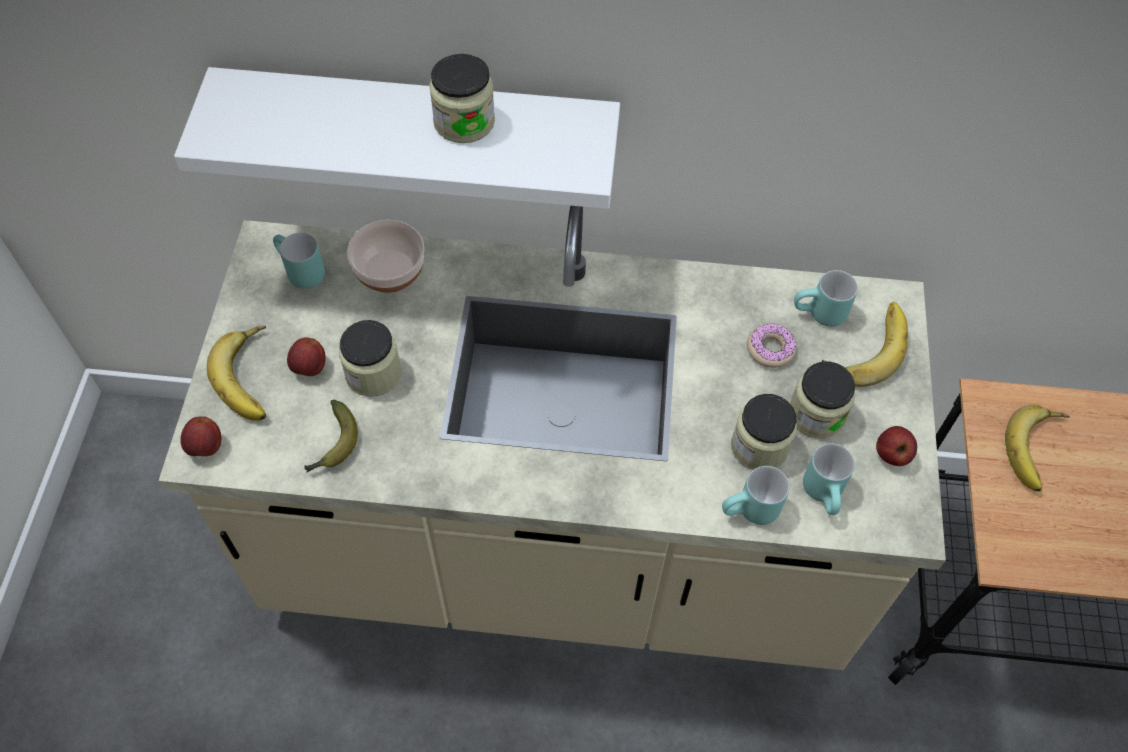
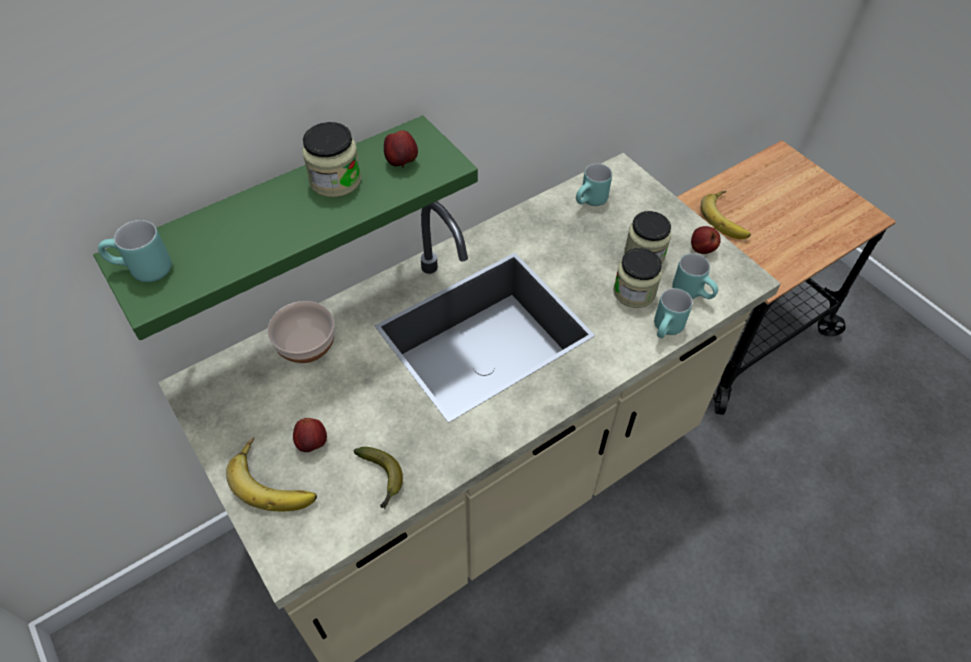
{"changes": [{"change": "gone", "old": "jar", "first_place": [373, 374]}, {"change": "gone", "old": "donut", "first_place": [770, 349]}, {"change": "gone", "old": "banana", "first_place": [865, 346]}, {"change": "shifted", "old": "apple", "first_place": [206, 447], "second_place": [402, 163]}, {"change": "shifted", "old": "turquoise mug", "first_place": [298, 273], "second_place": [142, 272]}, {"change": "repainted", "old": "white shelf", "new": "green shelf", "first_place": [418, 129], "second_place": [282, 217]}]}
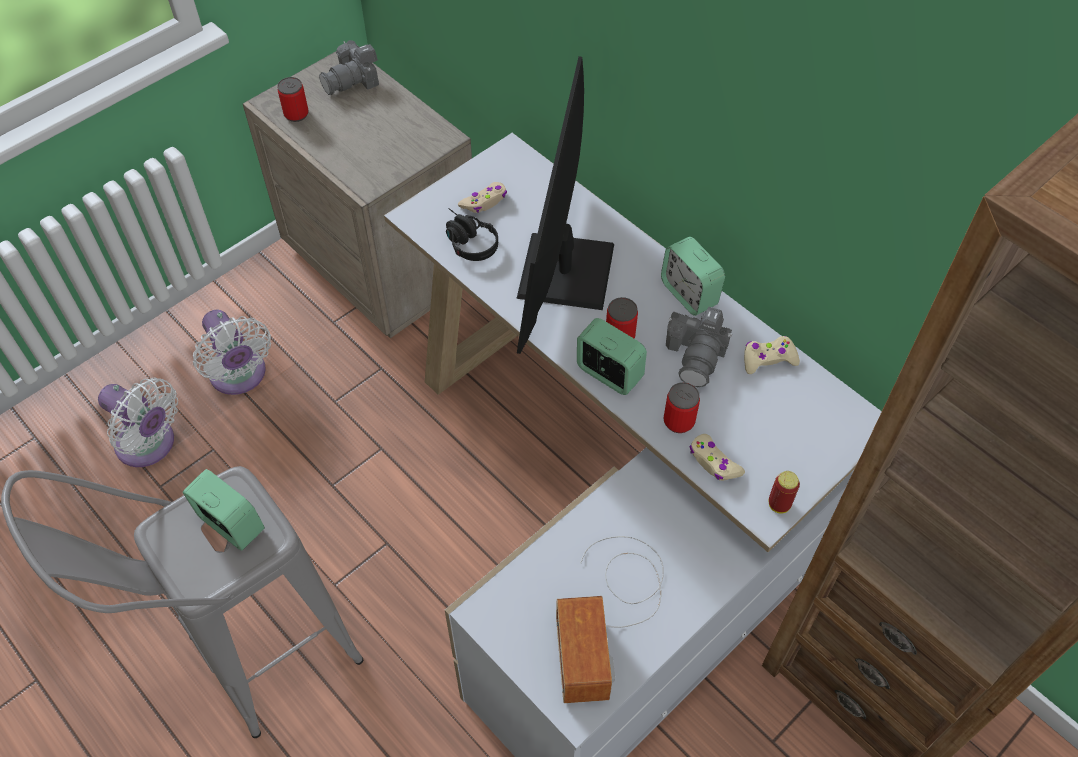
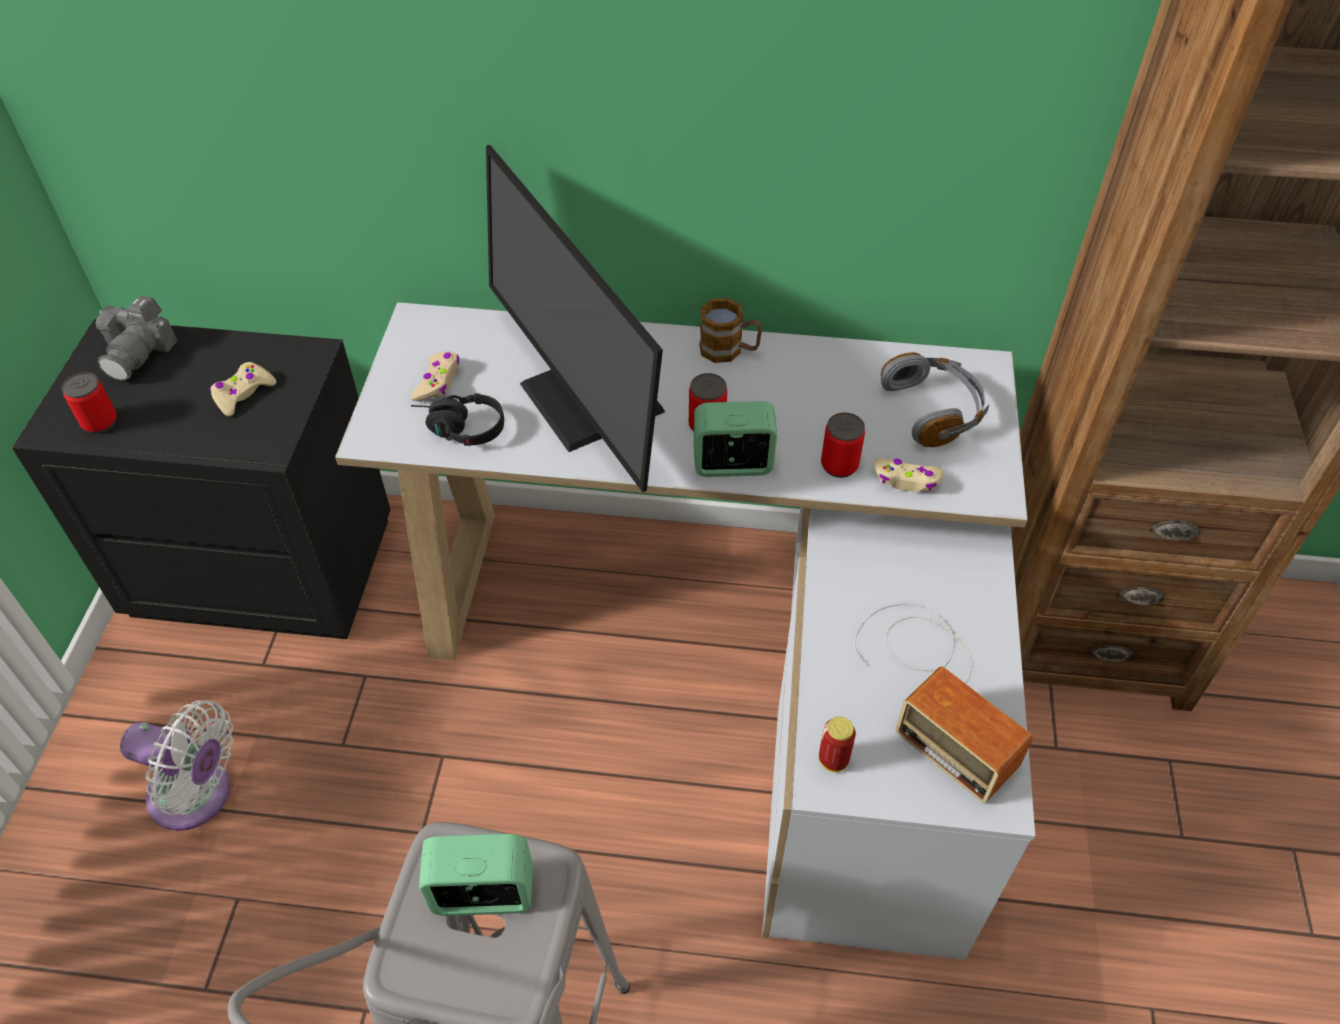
{"changes": [{"change": "gone", "old": "white fan", "first_place": [150, 445]}, {"change": "gone", "old": "photo camera", "first_place": [696, 355]}, {"change": "new", "new": "grey headphones", "second_place": [934, 410]}, {"change": "shifted", "old": "beige game controller", "first_place": [768, 359], "second_place": [243, 394]}, {"change": "shifted", "old": "can", "first_place": [779, 504], "second_place": [833, 760]}, {"change": "swapped", "old": "alarm clock", "new": "mug", "first_place": [689, 294], "second_place": [729, 350]}, {"change": "repainted", "old": "beige nightstand", "new": "black nightstand", "first_place": [383, 260], "second_place": [264, 566]}]}
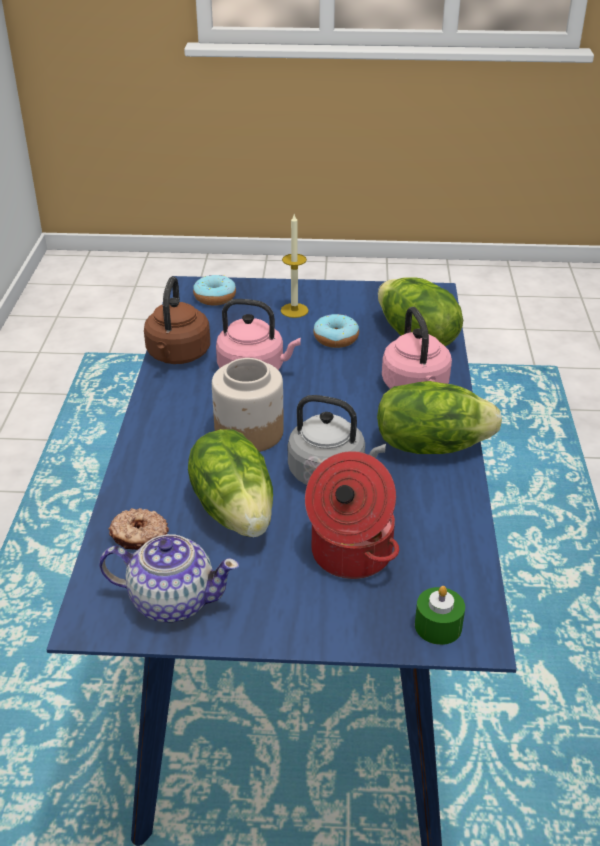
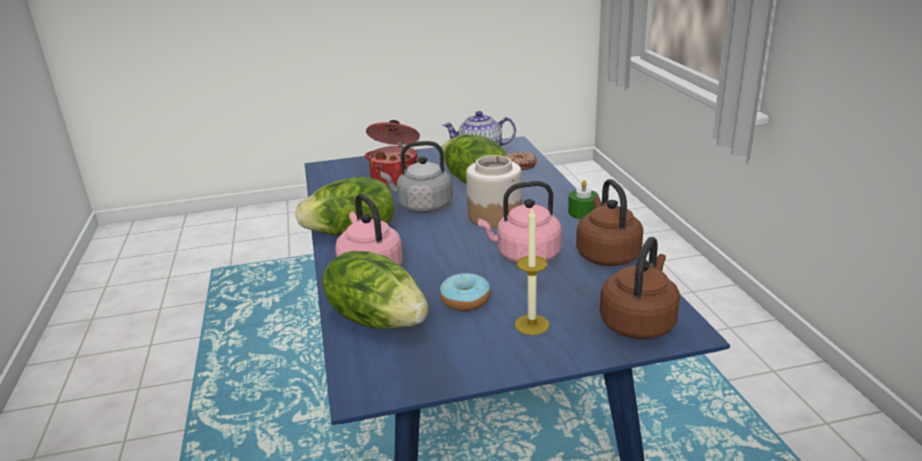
{"changes": [{"change": "shifted", "old": "green candle", "first_place": [438, 626], "second_place": [582, 212]}, {"change": "swapped", "old": "donut", "new": "brown kettle", "first_place": [215, 297], "second_place": [639, 322]}]}
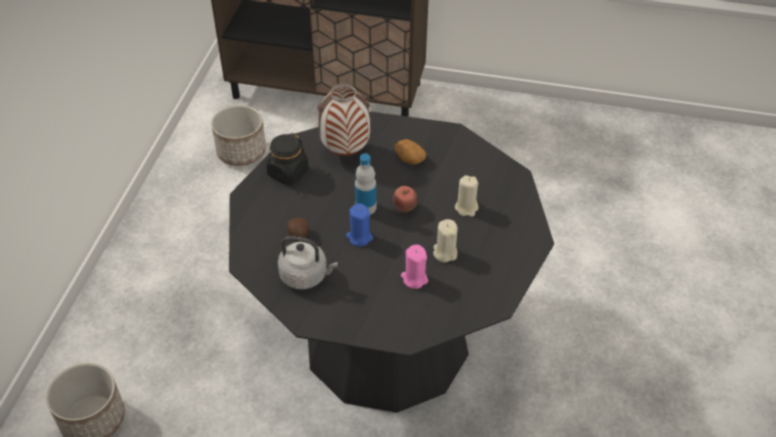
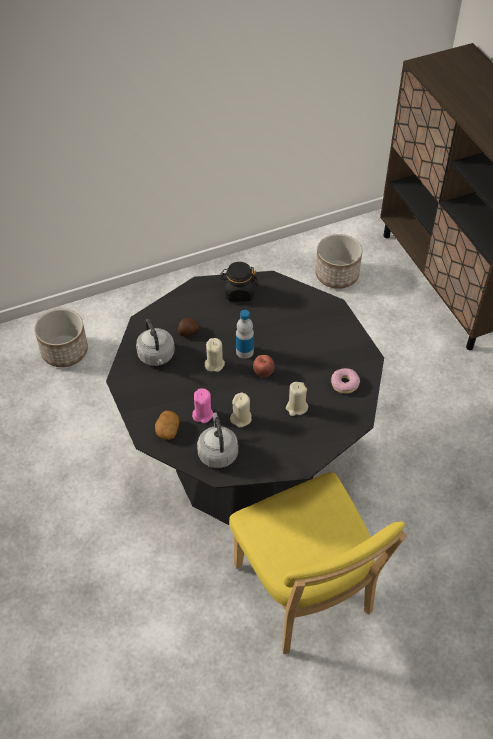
{"changes": [{"change": "gone", "old": "vase", "first_place": [346, 152]}, {"change": "new", "new": "grey kettle", "second_place": [217, 452]}, {"change": "new", "new": "yellow chair", "second_place": [306, 594]}, {"change": "new", "new": "donut", "second_place": [345, 384]}, {"change": "shifted", "old": "potato", "first_place": [409, 158], "second_place": [167, 430]}, {"change": "repainted", "old": "blue candle", "new": "beige candle", "first_place": [359, 237], "second_place": [214, 364]}]}
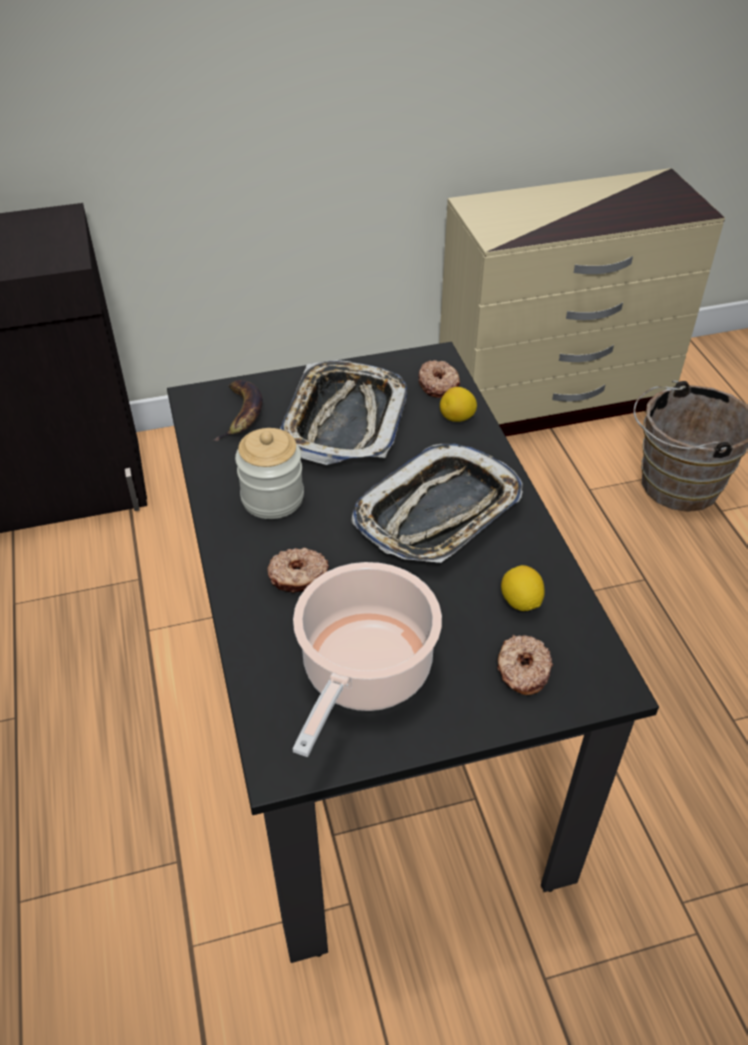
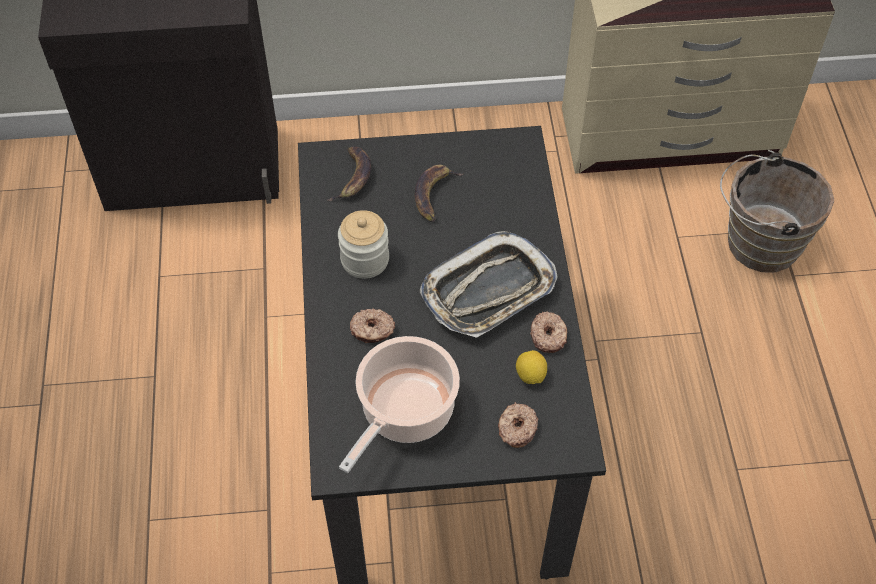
{"changes": [{"change": "gone", "old": "lemon", "first_place": [457, 418]}, {"change": "shifted", "old": "donut", "first_place": [439, 385], "second_place": [548, 336]}, {"change": "swapped", "old": "tray", "new": "banana", "first_place": [344, 420], "second_place": [434, 194]}]}
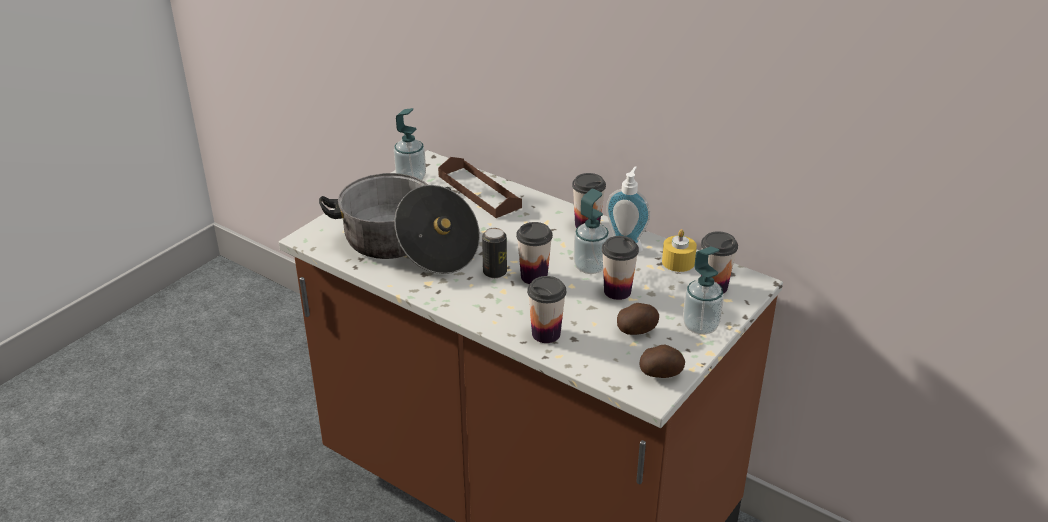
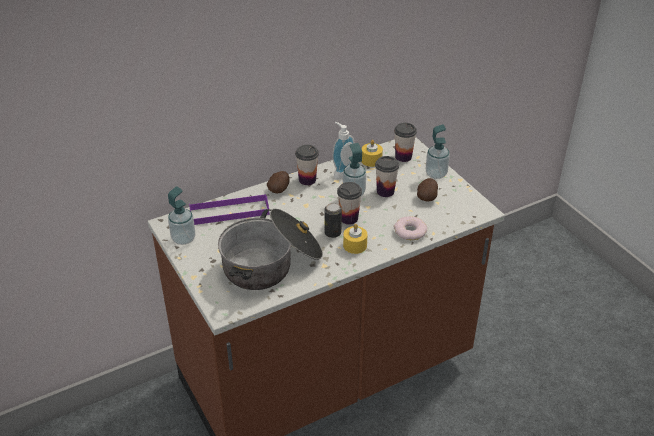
{"changes": [{"change": "new", "new": "yellow candle", "second_place": [355, 245]}, {"change": "shifted", "old": "potato", "first_place": [661, 374], "second_place": [279, 189]}, {"change": "swapped", "old": "cup", "new": "donut", "first_place": [546, 334], "second_place": [410, 231]}, {"change": "repainted", "old": "brown tray", "new": "purple tray", "first_place": [479, 191], "second_place": [229, 212]}]}
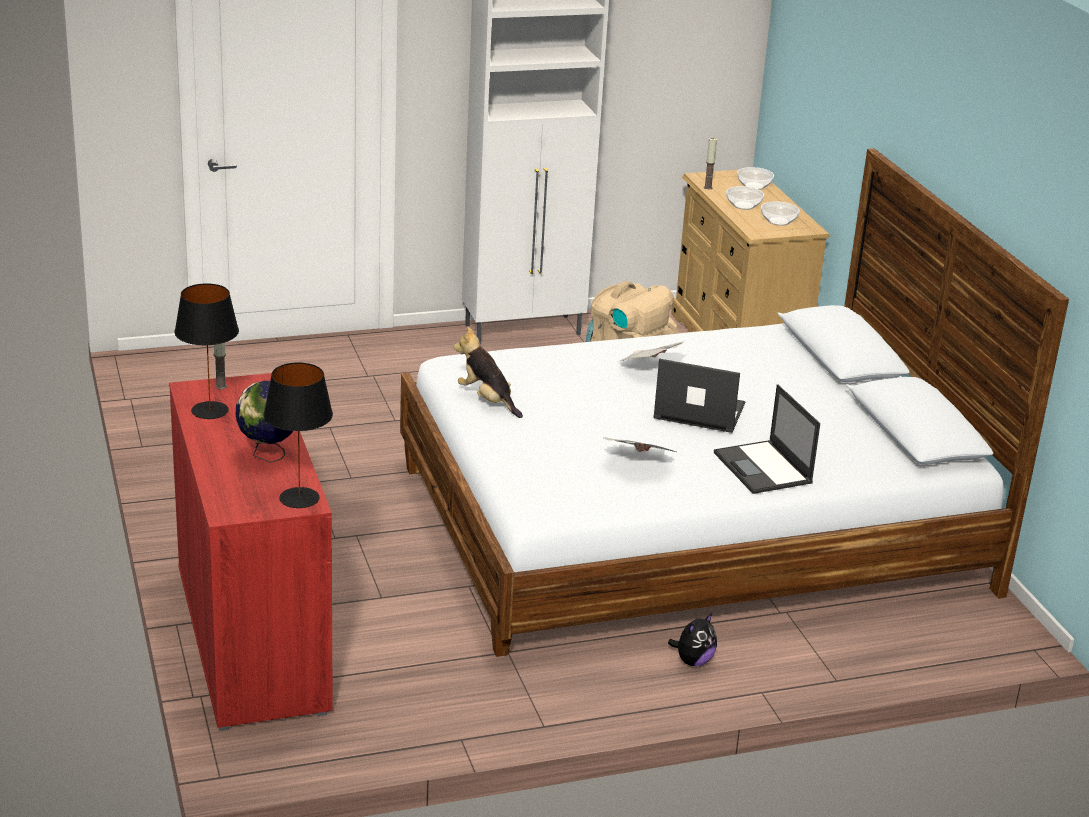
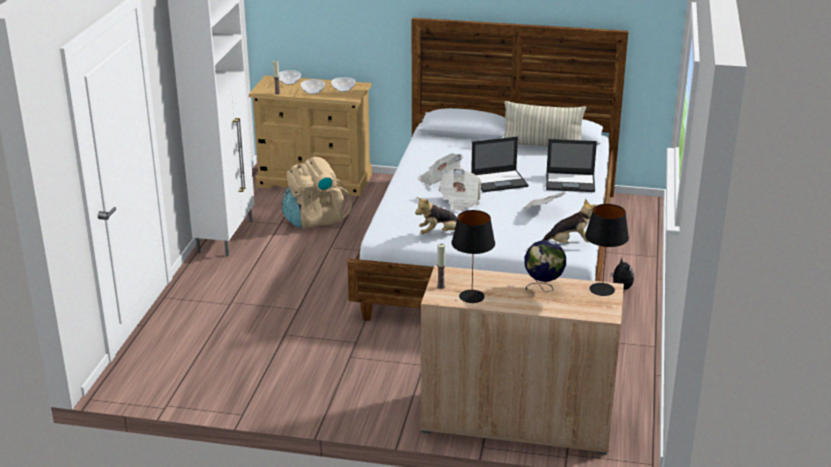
{"changes": [{"change": "new", "new": "newspaper", "second_place": [460, 200]}, {"change": "new", "new": "pillow", "second_place": [542, 146]}, {"change": "new", "new": "plush toy", "second_place": [568, 244]}, {"change": "repainted", "old": "red cabinet", "new": "beige cabinet", "first_place": [252, 639], "second_place": [517, 421]}, {"change": "rotated", "old": "laptop", "first_place": [698, 411], "second_place": [500, 181], "degrees": -150}]}
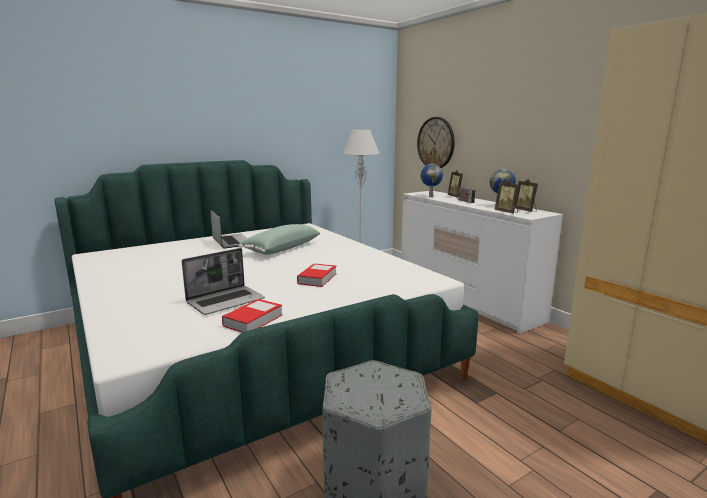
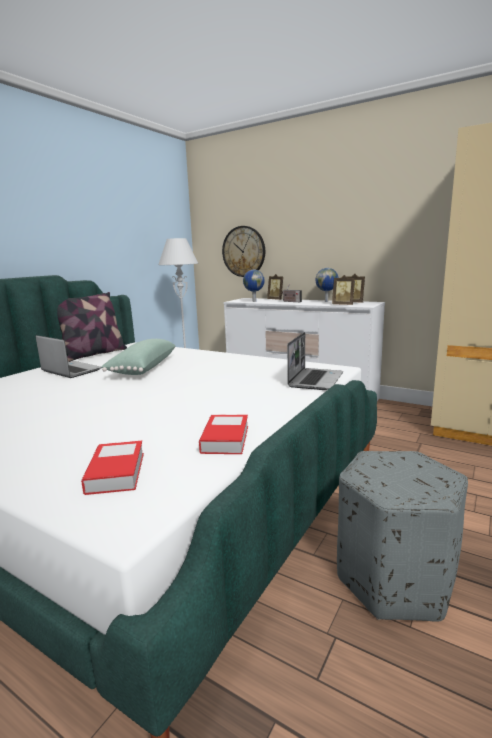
{"changes": [{"change": "new", "new": "pillow", "second_place": [94, 354]}, {"change": "shifted", "old": "laptop", "first_place": [226, 301], "second_place": [315, 380]}, {"change": "shifted", "old": "book", "first_place": [317, 278], "second_place": [116, 472]}]}
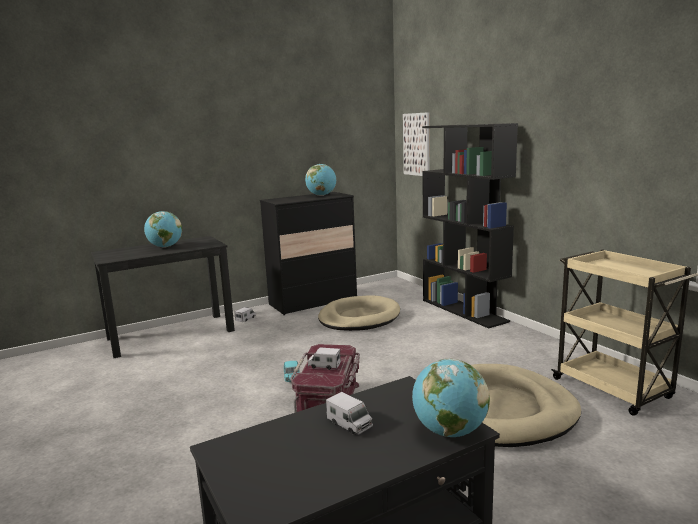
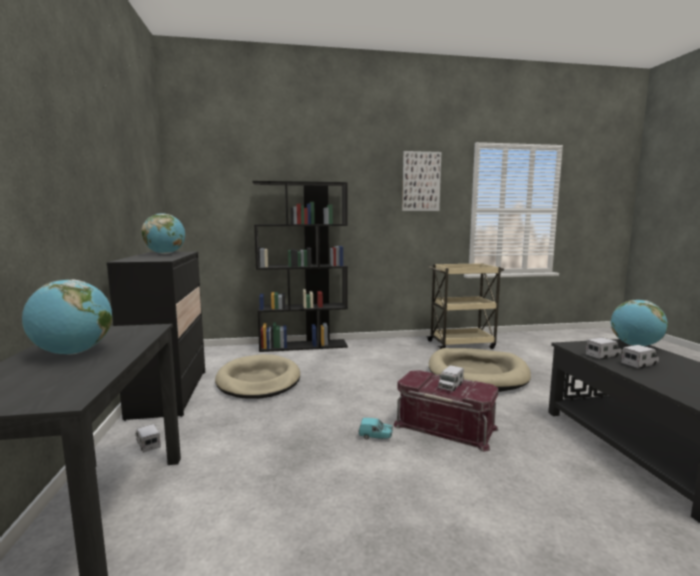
{"changes": [{"change": "new", "new": "toy truck", "second_place": [603, 356]}, {"change": "shifted", "old": "picture", "first_place": [416, 144], "second_place": [421, 181]}]}
